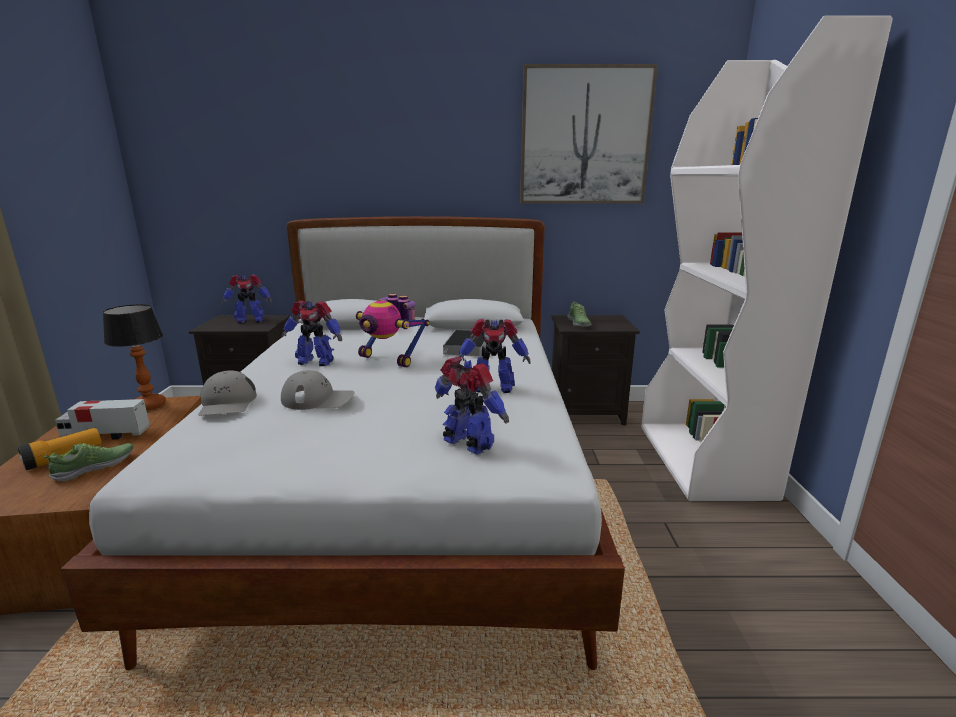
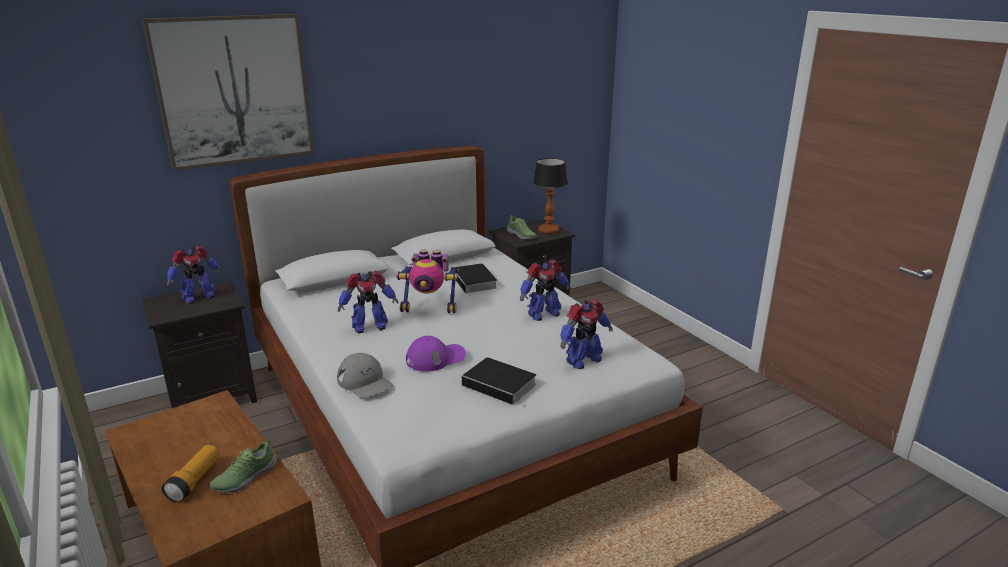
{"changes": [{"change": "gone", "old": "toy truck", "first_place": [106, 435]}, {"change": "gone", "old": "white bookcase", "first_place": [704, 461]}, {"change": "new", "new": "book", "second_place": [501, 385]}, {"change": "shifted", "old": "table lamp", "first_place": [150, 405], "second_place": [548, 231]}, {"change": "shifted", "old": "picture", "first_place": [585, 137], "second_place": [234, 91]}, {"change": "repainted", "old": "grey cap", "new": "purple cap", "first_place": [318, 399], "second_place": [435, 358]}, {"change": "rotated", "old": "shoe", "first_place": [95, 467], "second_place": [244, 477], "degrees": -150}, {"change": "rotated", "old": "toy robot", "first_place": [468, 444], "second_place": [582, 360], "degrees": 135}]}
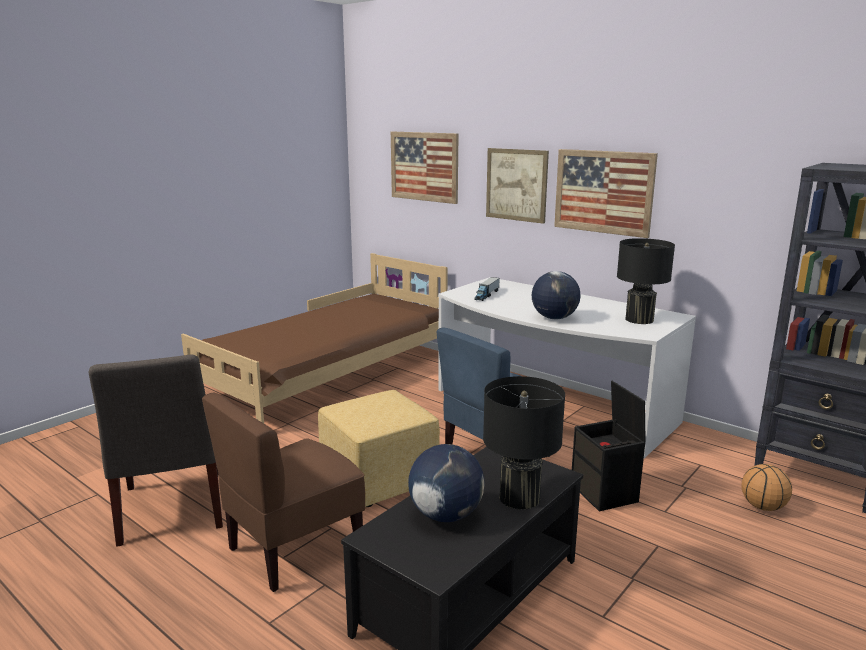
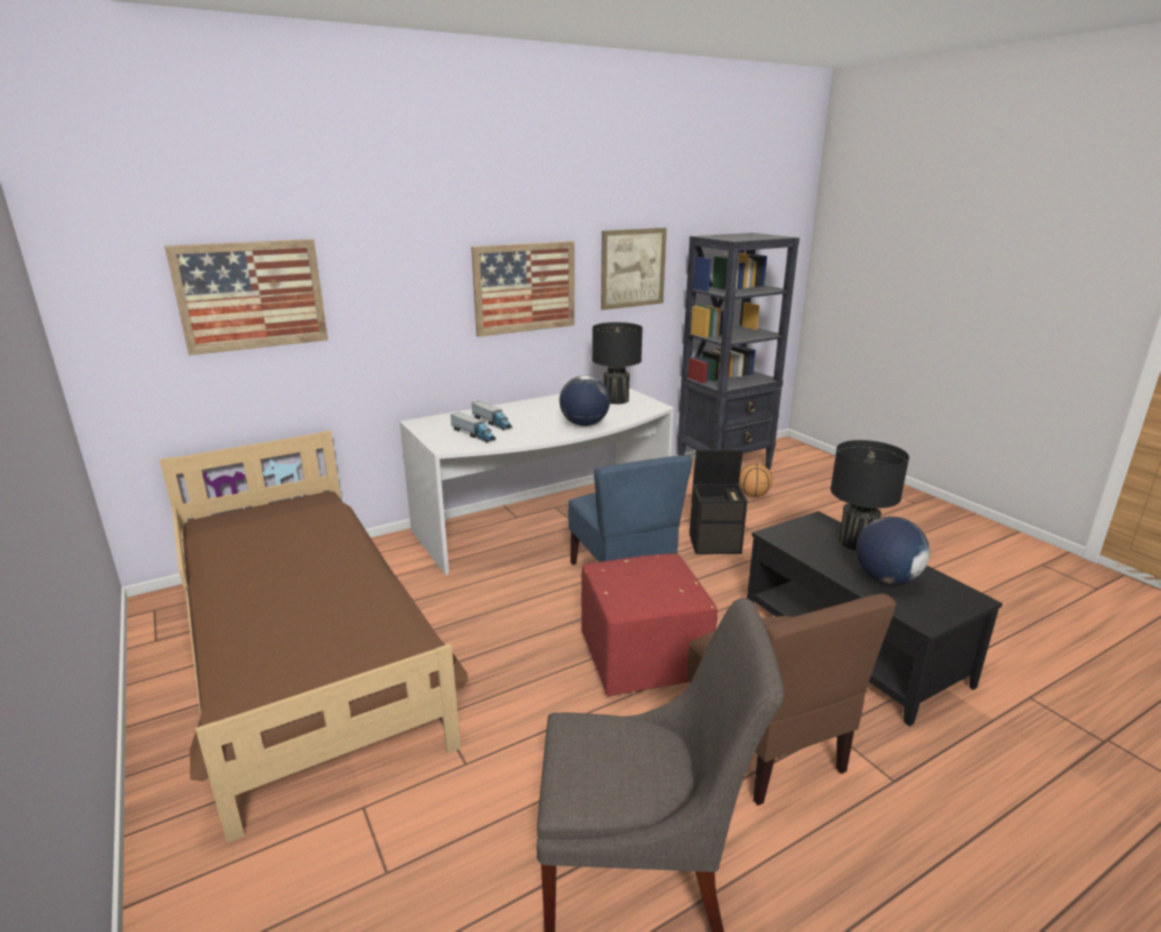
{"changes": [{"change": "new", "new": "toy truck", "second_place": [492, 422]}, {"change": "shifted", "old": "picture", "first_place": [516, 185], "second_place": [633, 268]}, {"change": "repainted", "old": "yellow ottoman", "new": "red ottoman", "first_place": [379, 482], "second_place": [645, 660]}]}
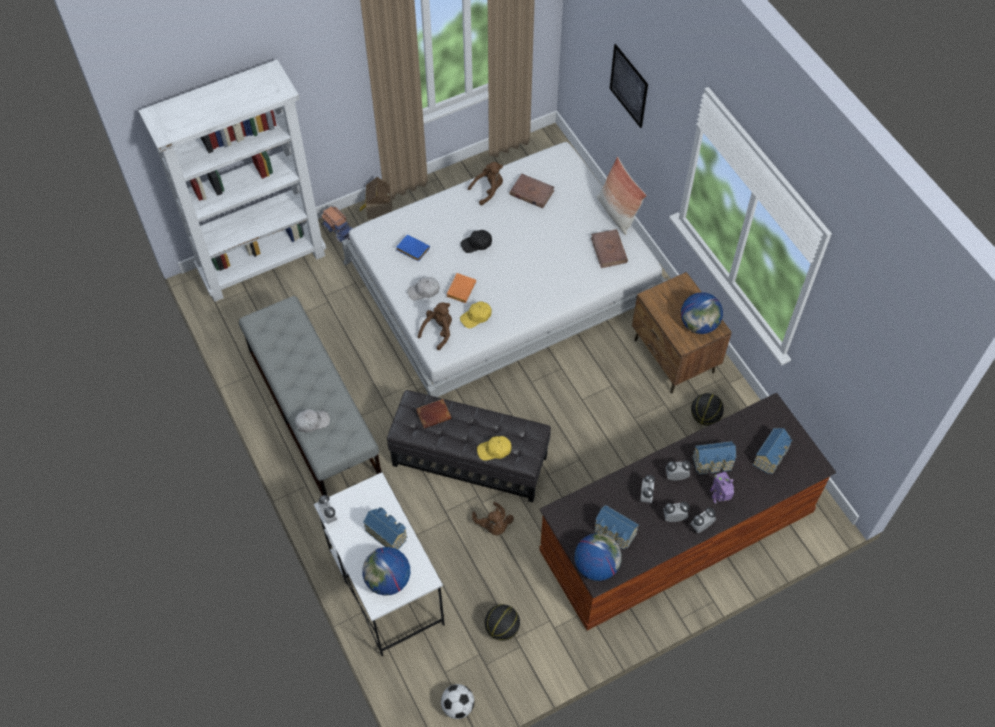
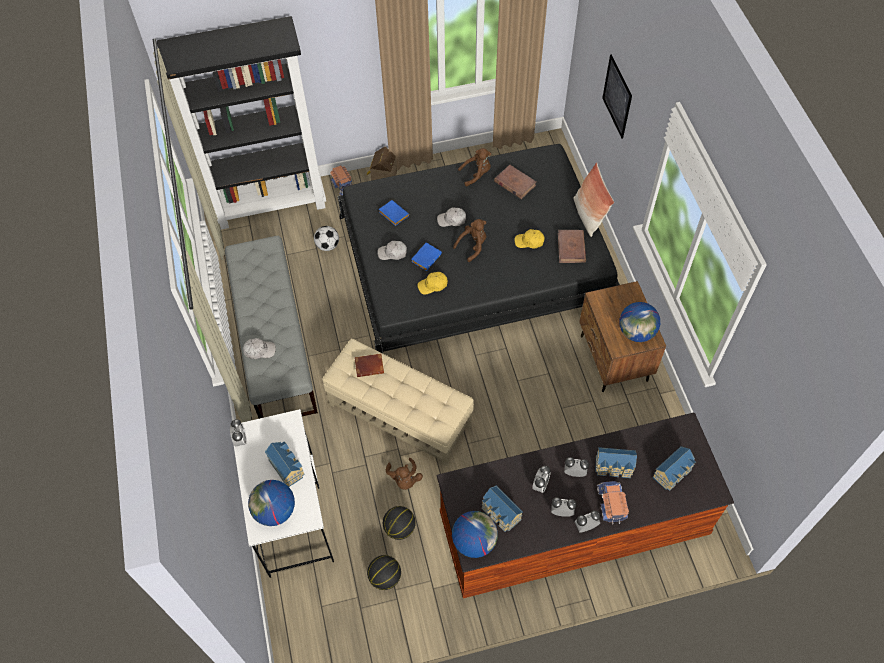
{"changes": [{"change": "shifted", "old": "brown plush toy", "first_place": [438, 331], "second_place": [473, 246]}, {"change": "shifted", "old": "football", "first_place": [458, 706], "second_place": [327, 245]}, {"change": "shifted", "old": "yellow cap", "first_place": [494, 450], "second_place": [529, 241]}, {"change": "shifted", "old": "basketball", "first_place": [705, 417], "second_place": [400, 528]}, {"change": "swapped", "old": "toy robot", "new": "toy truck", "first_place": [719, 499], "second_place": [611, 503]}, {"change": "repainted", "old": "white bookcase", "new": "black bookcase", "first_place": [263, 263], "second_place": [271, 204]}, {"change": "repainted", "old": "white bed", "new": "black bed", "first_place": [503, 284], "second_place": [475, 262]}, {"change": "repainted", "old": "black ottoman", "new": "beige ottoman", "first_place": [469, 461], "second_place": [399, 415]}, {"change": "repainted", "old": "orange book", "new": "blue book", "first_place": [460, 289], "second_place": [426, 257]}, {"change": "repainted", "old": "black cap", "new": "white cap", "first_place": [476, 244], "second_place": [452, 220]}]}
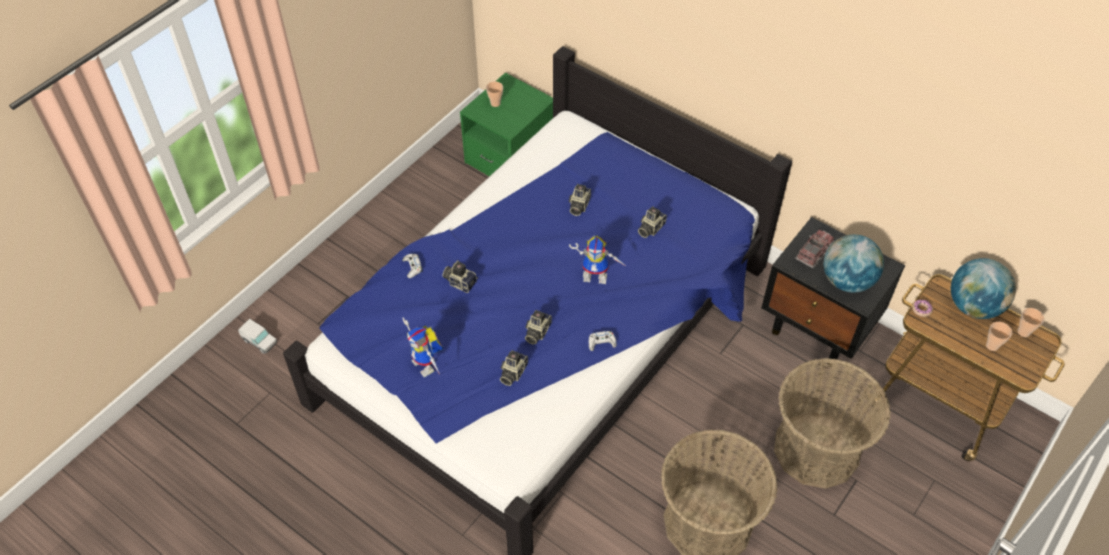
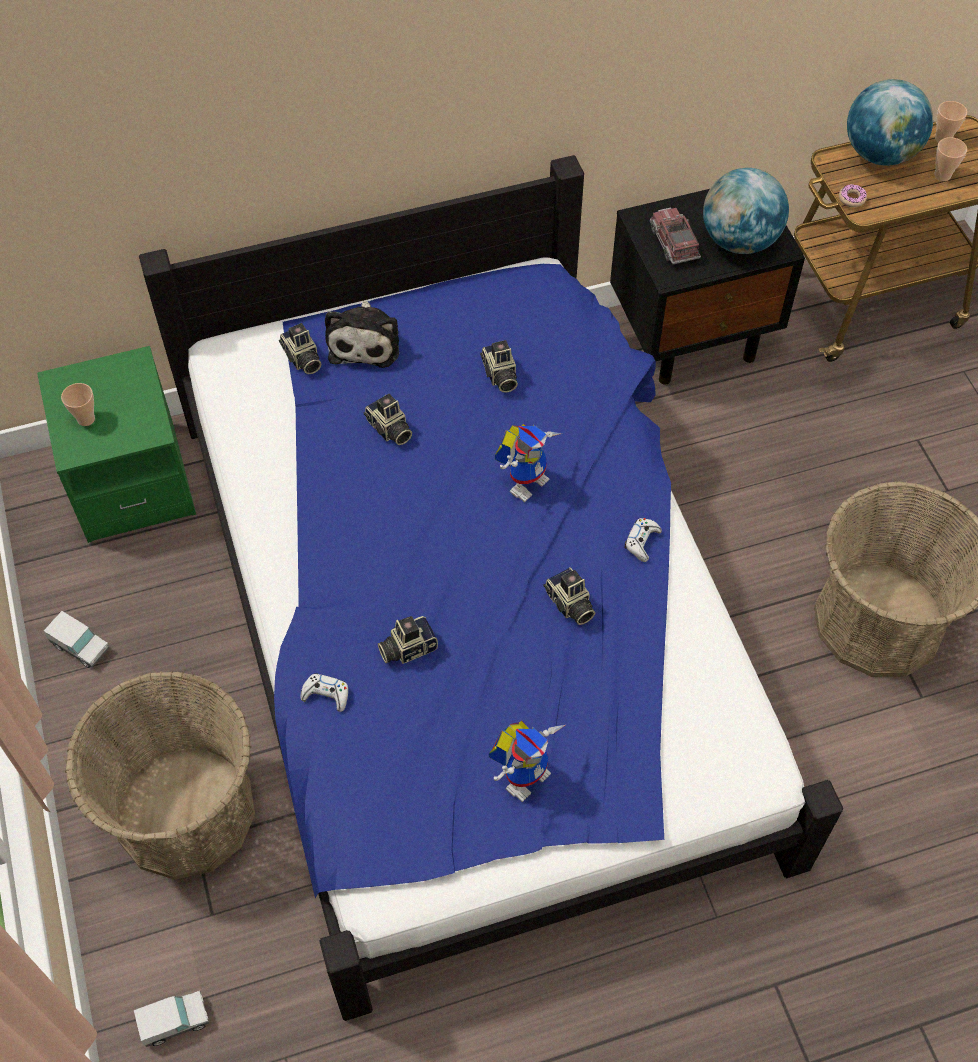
{"changes": [{"change": "new", "new": "toy truck", "second_place": [80, 647]}, {"change": "new", "new": "plush toy", "second_place": [365, 341]}, {"change": "shifted", "old": "photo camera", "first_place": [512, 372], "second_place": [302, 359]}, {"change": "shifted", "old": "basket", "first_place": [816, 449], "second_place": [185, 811]}, {"change": "rotated", "old": "toy robot", "first_place": [428, 365], "second_place": [525, 773], "degrees": -45}]}
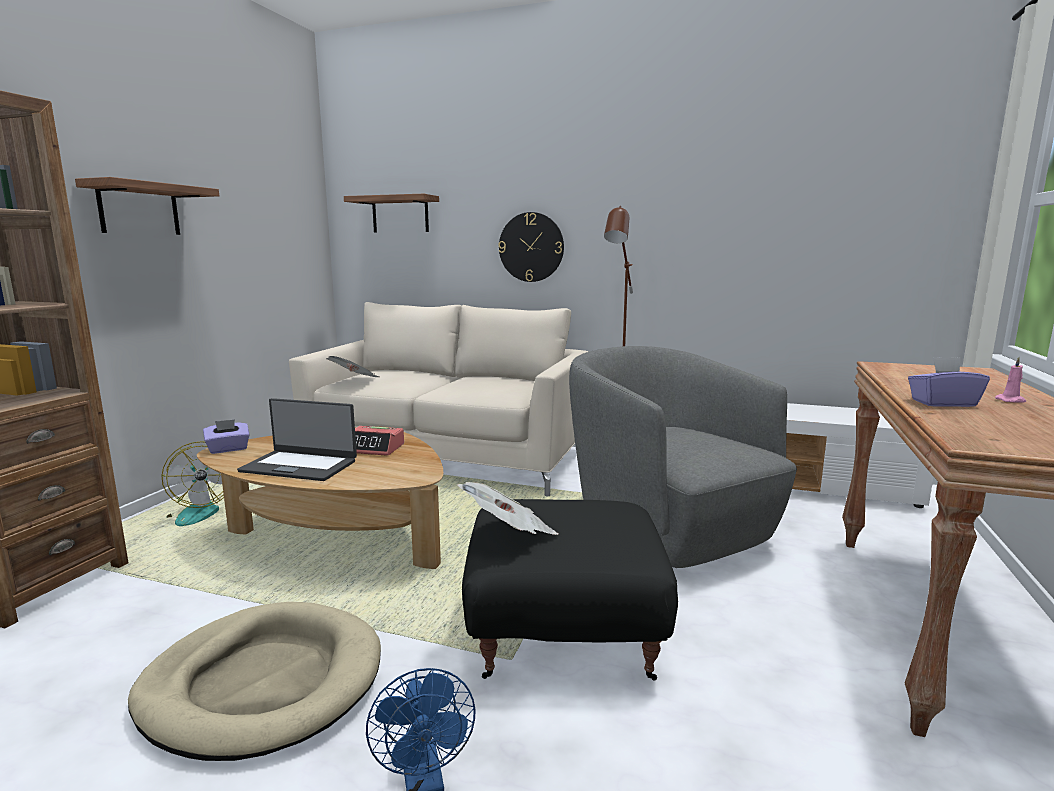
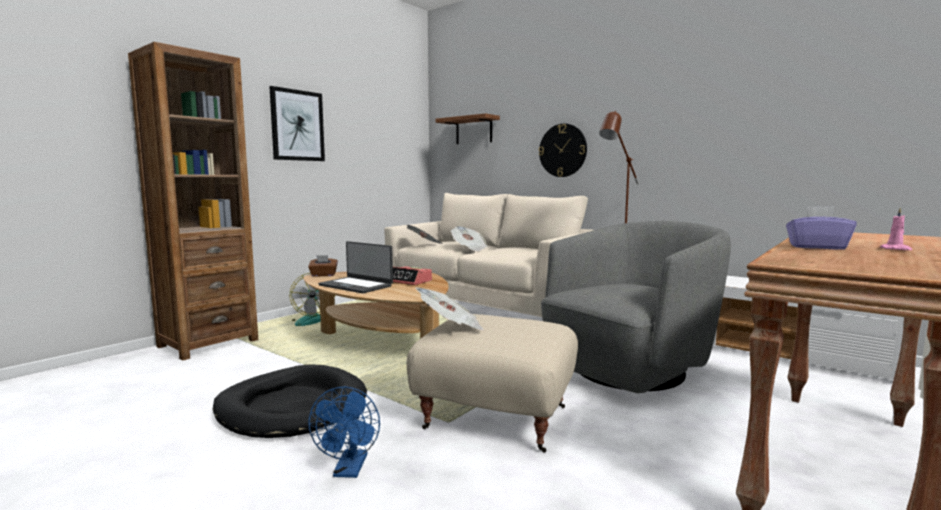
{"changes": [{"change": "new", "new": "newspaper", "second_place": [469, 249]}, {"change": "swapped", "old": "shelf", "new": "picture", "first_place": [139, 209], "second_place": [297, 125]}, {"change": "repainted", "old": "beige dog bed", "new": "black dog bed", "first_place": [263, 683], "second_place": [292, 407]}, {"change": "repainted", "old": "purple tissue box", "new": "brown tissue box", "first_place": [228, 449], "second_place": [323, 275]}, {"change": "repainted", "old": "black ottoman", "new": "beige ottoman", "first_place": [566, 637], "second_place": [497, 417]}, {"change": "rotated", "old": "grey armchair", "first_place": [669, 530], "second_place": [630, 369], "degrees": 60}]}
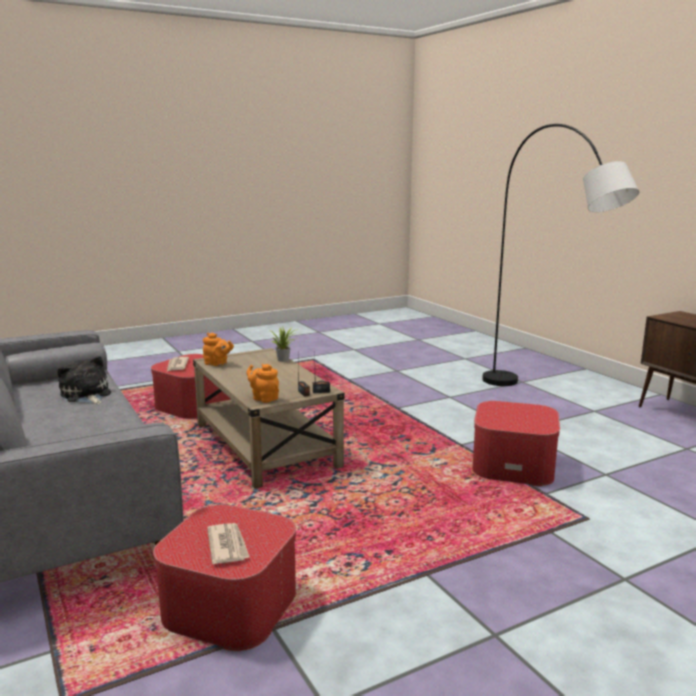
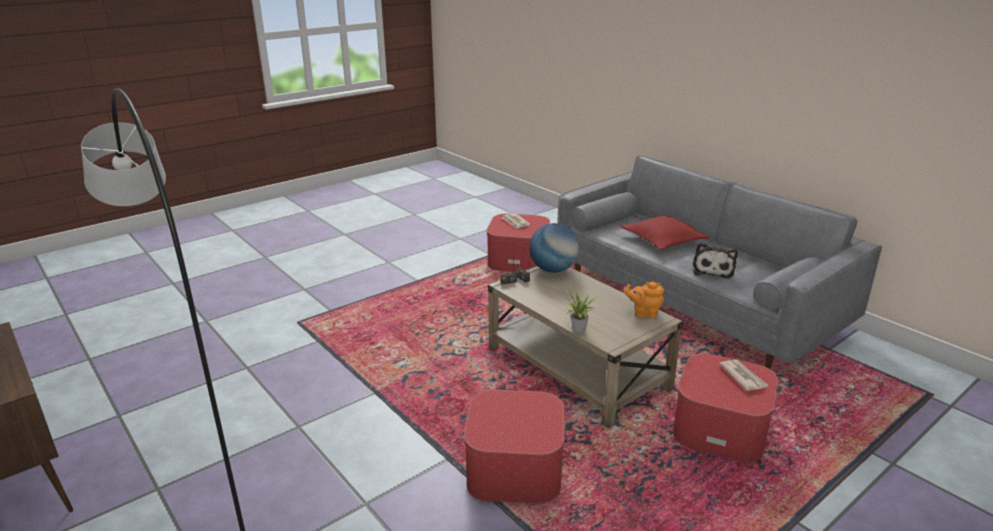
{"changes": [{"change": "new", "new": "red pillow", "second_place": [663, 240]}, {"change": "shifted", "old": "ottoman", "first_place": [513, 465], "second_place": [514, 469]}, {"change": "swapped", "old": "orange teapot", "new": "globe", "first_place": [263, 398], "second_place": [553, 270]}, {"change": "rotated", "old": "plush toy", "first_place": [86, 395], "second_place": [712, 270], "degrees": 60}]}
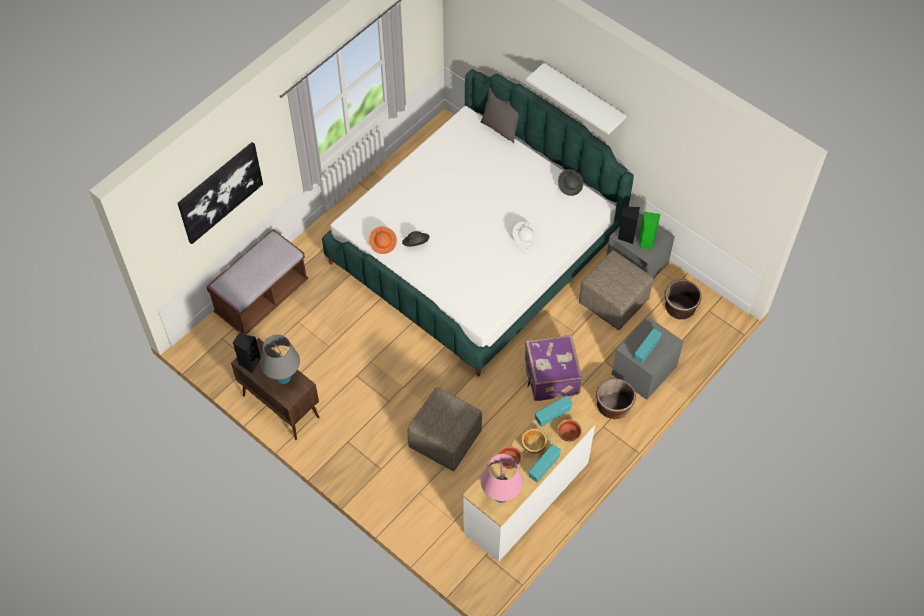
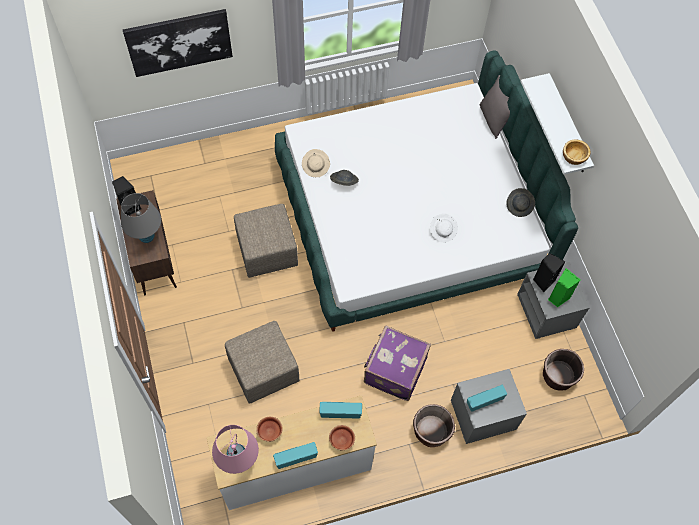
{"changes": [{"change": "gone", "old": "brown bench", "first_place": [262, 298]}, {"change": "shifted", "old": "bowl", "first_place": [533, 445], "second_place": [573, 157]}, {"change": "shifted", "old": "beige ottoman", "first_place": [614, 302], "second_place": [268, 251]}, {"change": "repainted", "old": "orange hat", "new": "beige hat", "first_place": [383, 244], "second_place": [316, 167]}]}
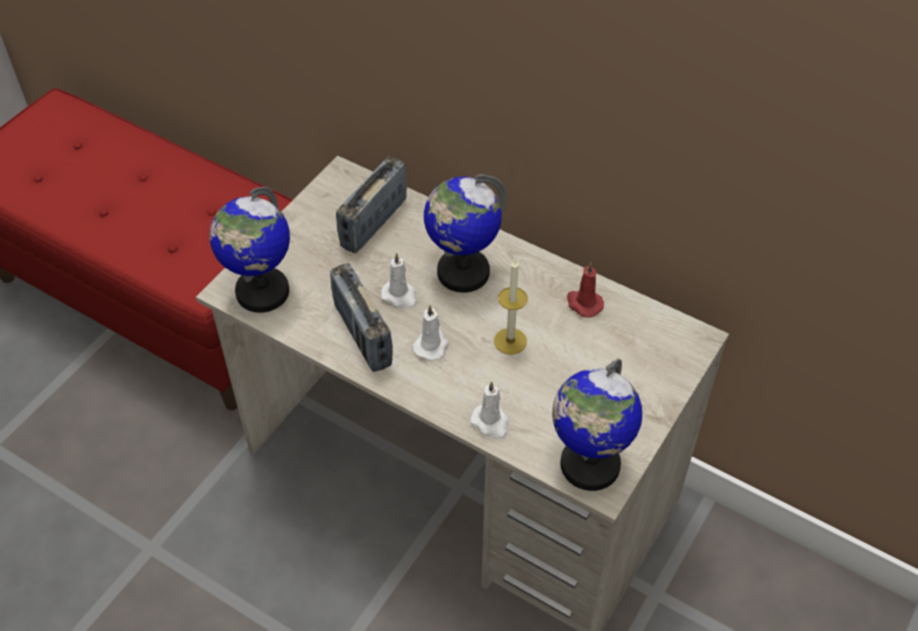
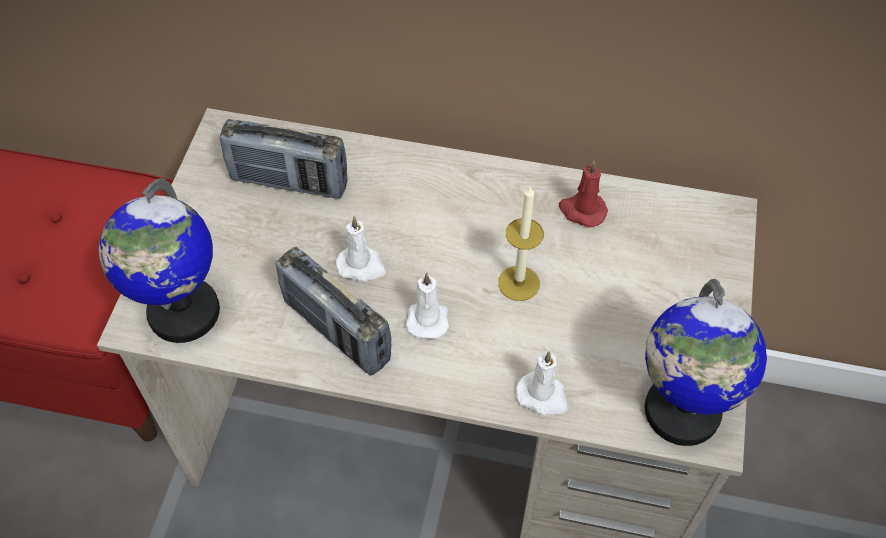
{"changes": [{"change": "gone", "old": "globe", "first_place": [462, 272]}, {"change": "rotated", "old": "radio", "first_place": [373, 223], "second_place": [289, 182], "degrees": -90}]}
